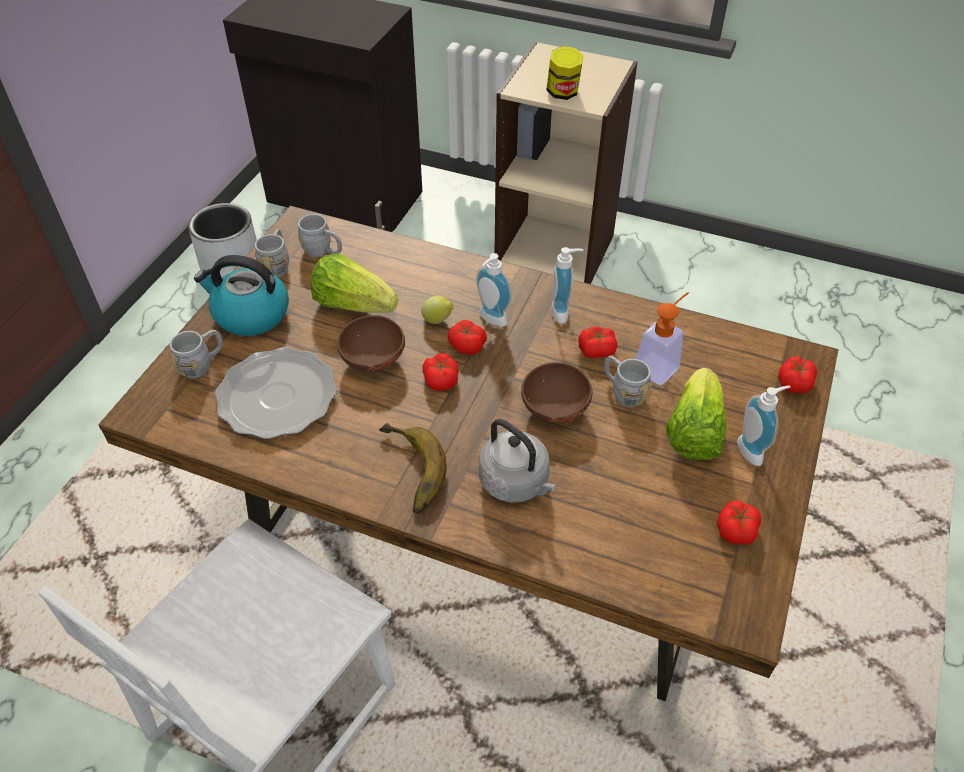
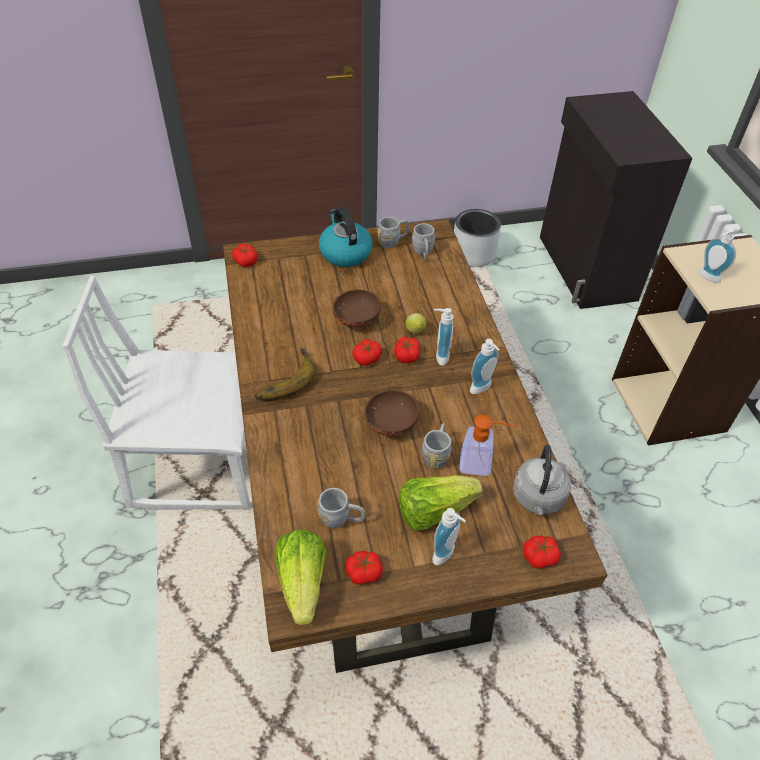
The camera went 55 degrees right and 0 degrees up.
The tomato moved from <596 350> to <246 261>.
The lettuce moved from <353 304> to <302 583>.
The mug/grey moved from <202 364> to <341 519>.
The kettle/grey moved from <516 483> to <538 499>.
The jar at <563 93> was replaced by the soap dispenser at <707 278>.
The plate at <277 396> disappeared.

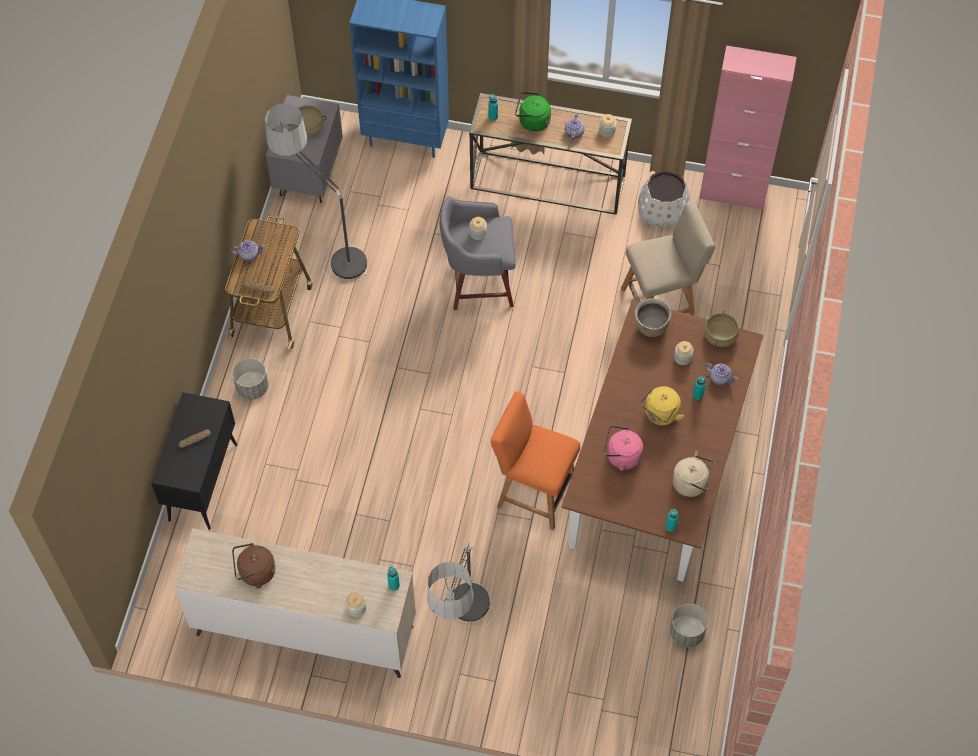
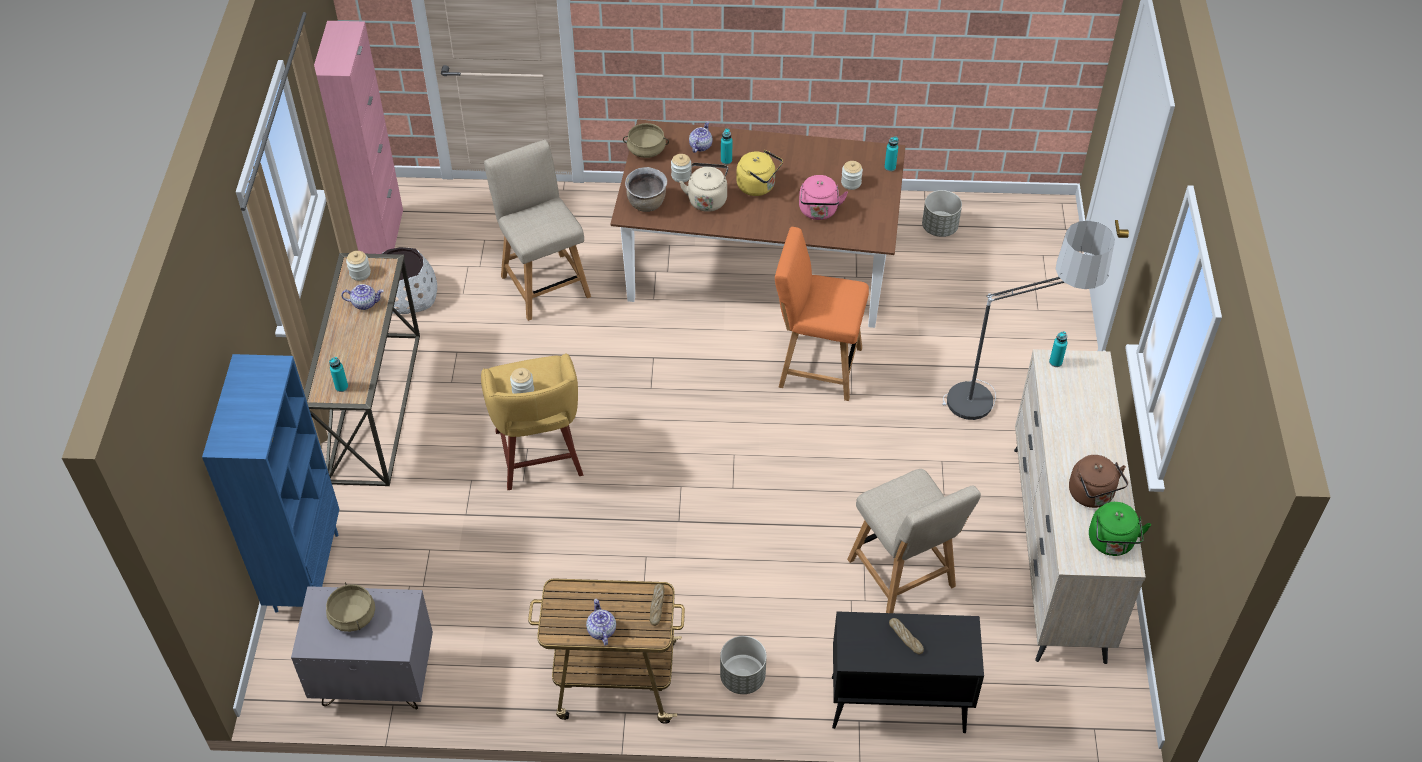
The camera went 100 degrees left and 10 degrees down.
The stool/grey at <478 283> became the stool/yellow at <539 456>.
The kettle/beige moved from <692 483> to <707 199>.
The chair/orange at <533 491> turned 90 degrees clockwise.
The jar moved from <356 608> to <851 183>.
The chair/beige at <904 577> appeared.
The kettle/green moved from <532 122> to <1111 543>.
The floor lamp at <325 250> disappeared.

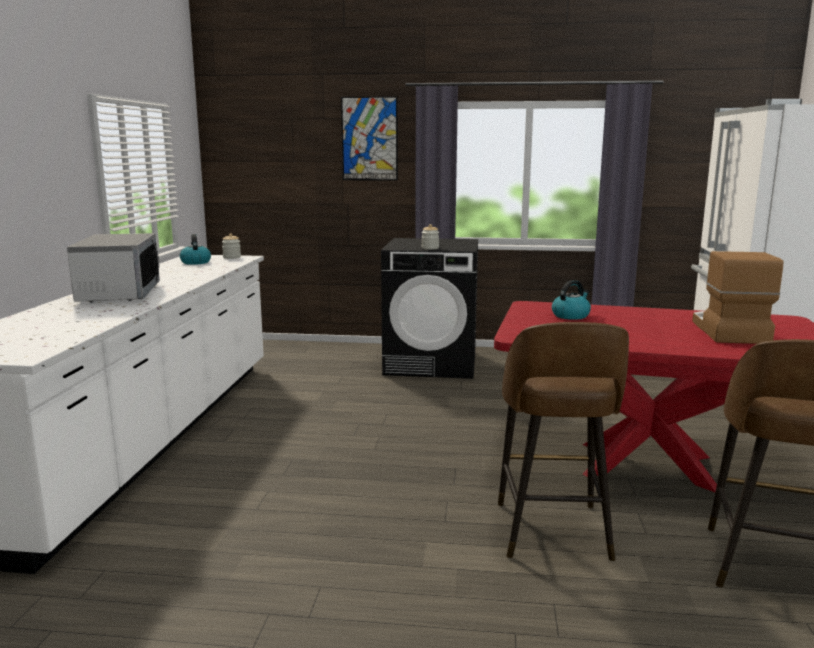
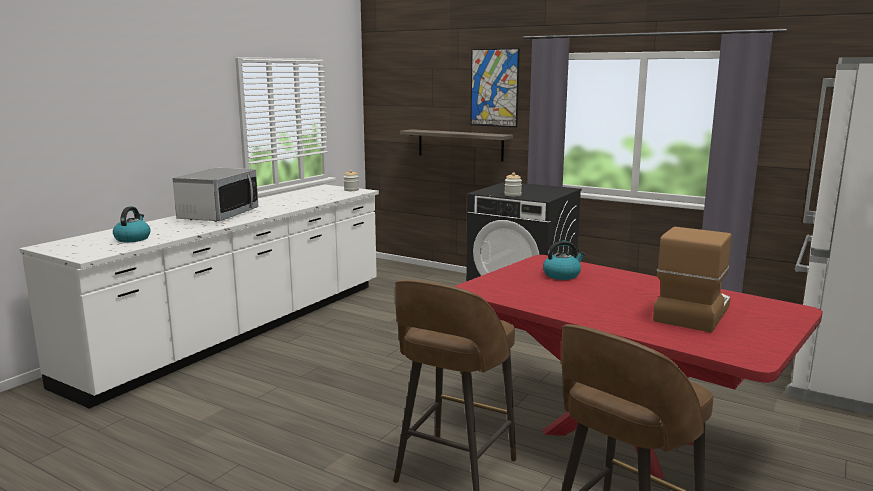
The camera went 25 degrees right and 0 degrees up.
The kettle moved from <195 262> to <133 239>.
The shelf at <460 145> appeared.

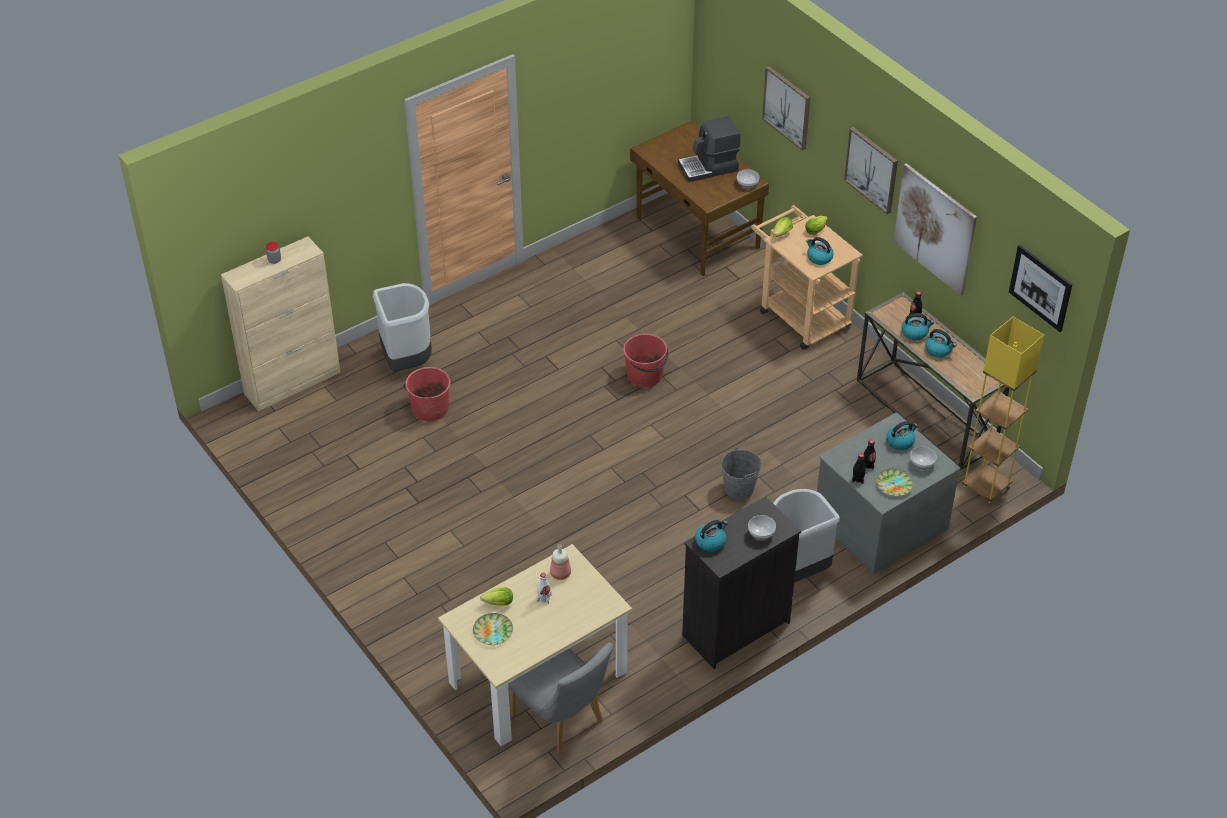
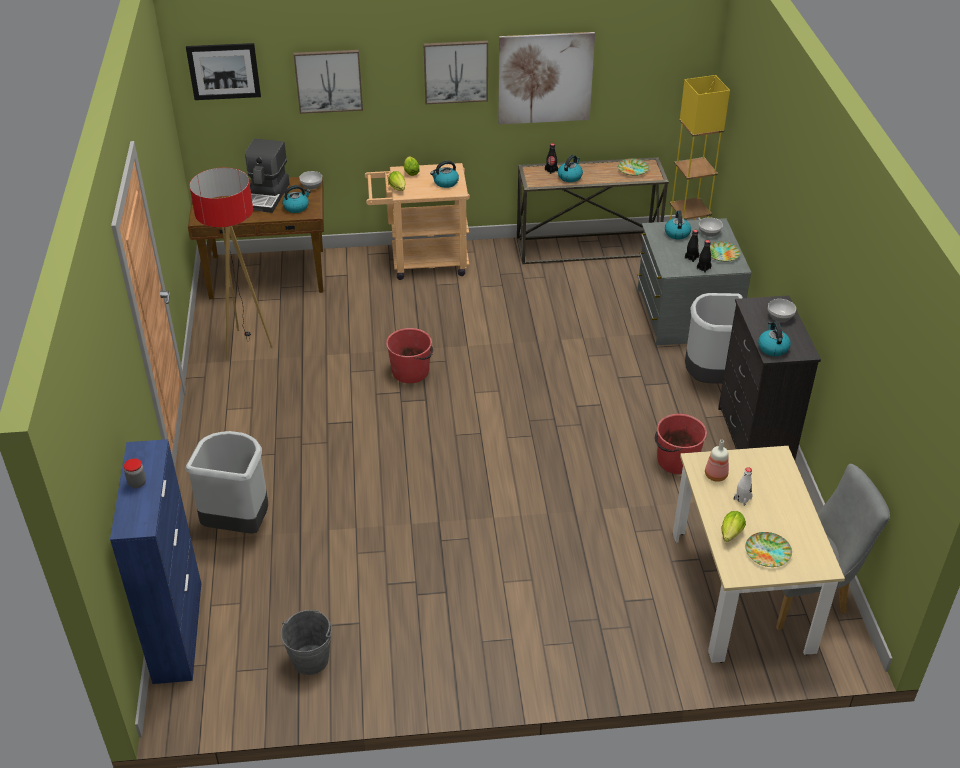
The camera went 60 degrees left and 5 degrees down.
The cabinet/beige at <293 383> became the cabinet/blue at <178 631>.
The picture moved from <1040 287> to <224 71>.
The floor lamp at <245 345> appeared.
The bucket/grey moved from <739 489> to <310 659>.
The kettle moved from <938 350> to <296 207>.
The plate at <633 169> appeared.
The bucket/red moved from <430 408> to <676 460>.

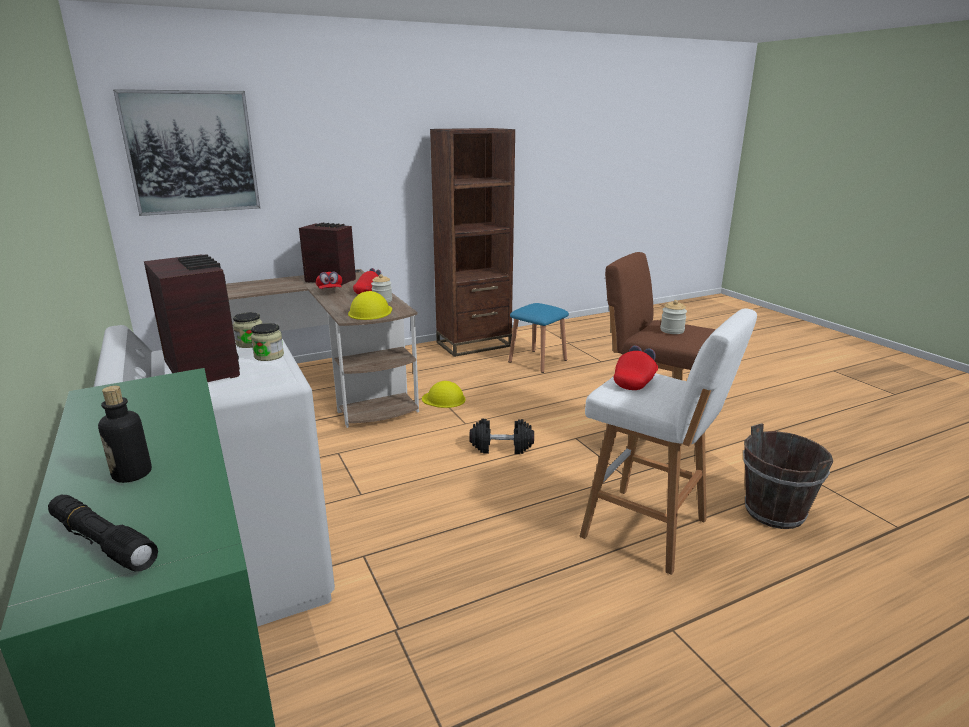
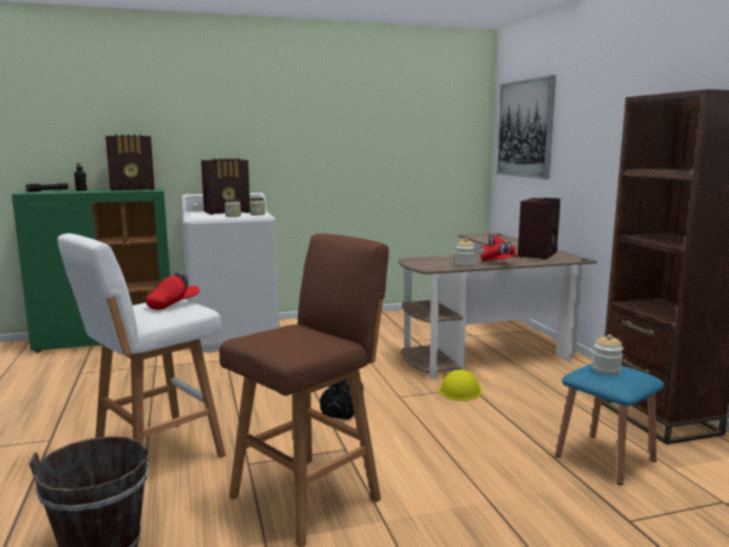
The camera went 100 degrees right and 10 degrees down.
The radio at <134 189> appeared.
The cap/red at <635 381> turned 90 degrees counterclockwise.
The jar moved from <672 330> to <606 370>.
The hard hat/yellow at <370 312> disappeared.

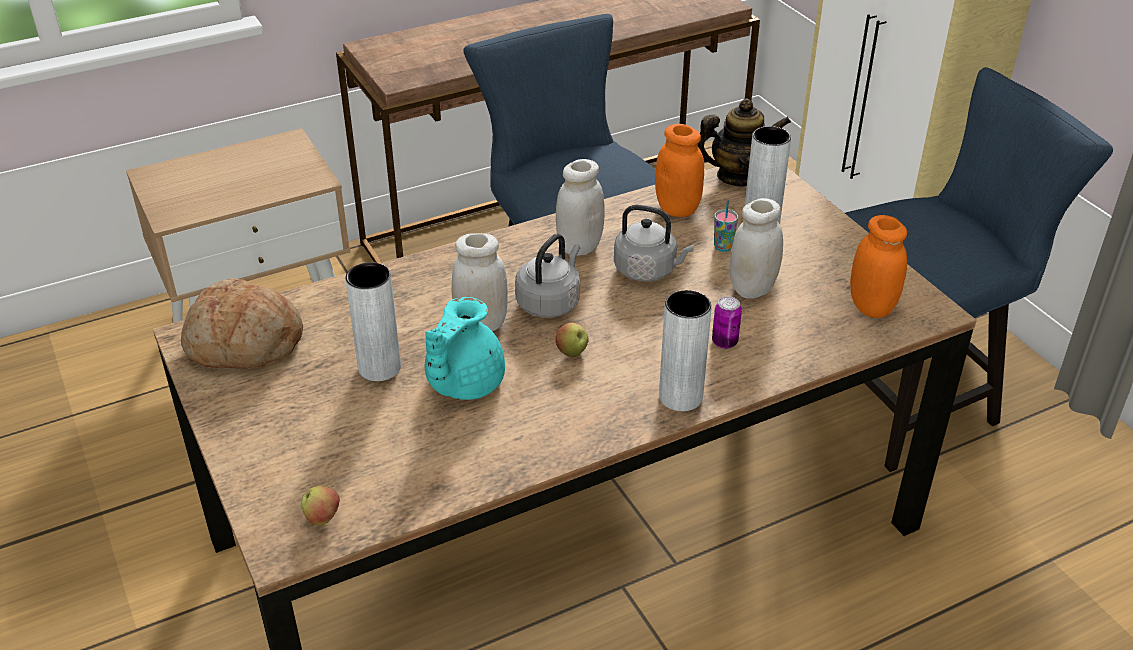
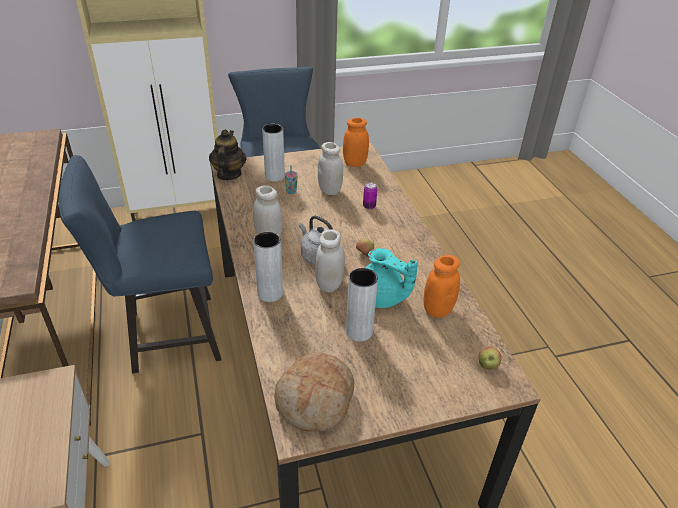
The camera went 80 degrees left and 0 degrees up.
The vase/grey moved from <680 397> to <270 293>.
The jar/orange moved from <677 209> to <437 310>.
The kettle/grey at <648 270> disappeared.

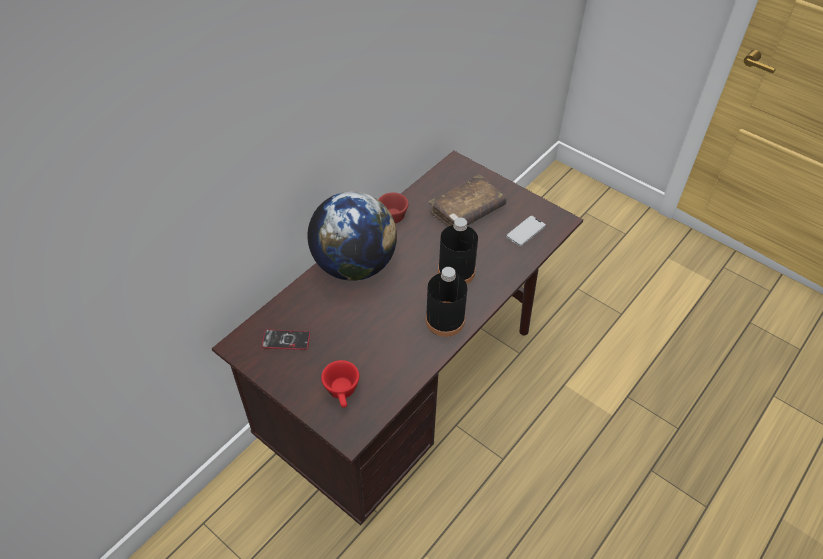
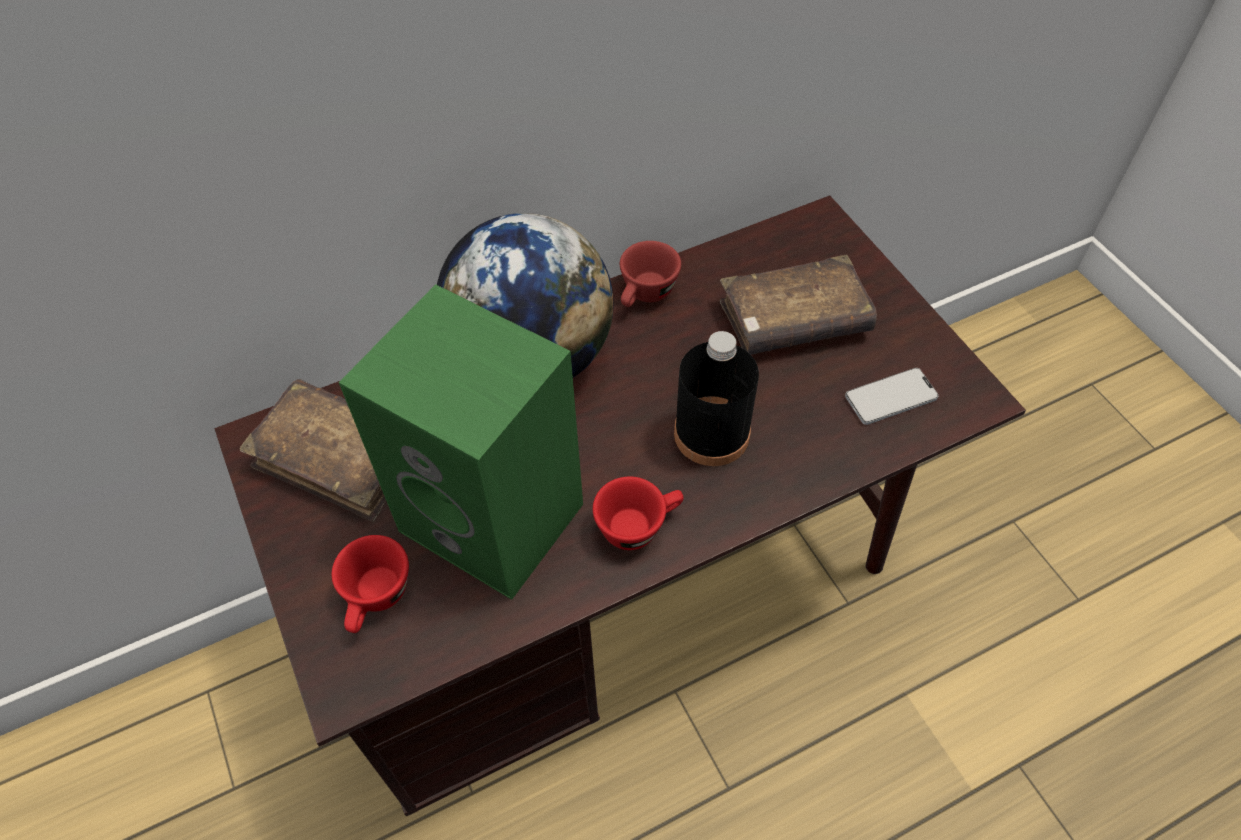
The camera went 25 degrees right and 5 degrees up.
The phone at <286 340> was replaced by the book/brown at <339 459>.
The speaker/green at <497 517> appeared.
The bottle/black at <445 320> was replaced by the cup/red at <639 525>.

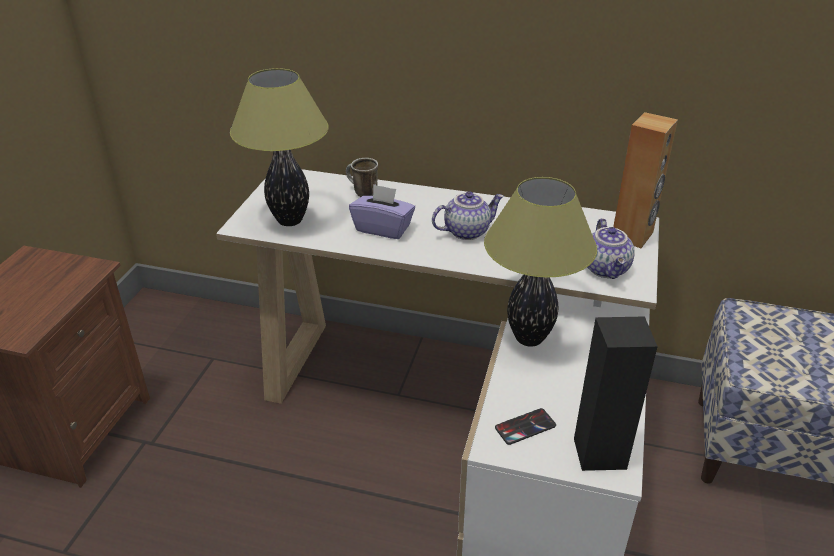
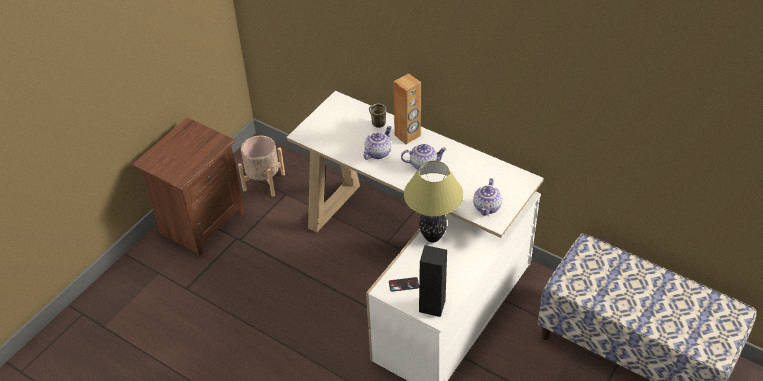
The camera went 20 degrees right and 10 degrees up.
The planter/beige at <264 182> appeared.
The tissue box/purple at <383 228> was replaced by the teapot at <377 152>.
The speaker/brown moved from <632 236> to <407 135>.
The table lamp at <290 220> disappeared.

